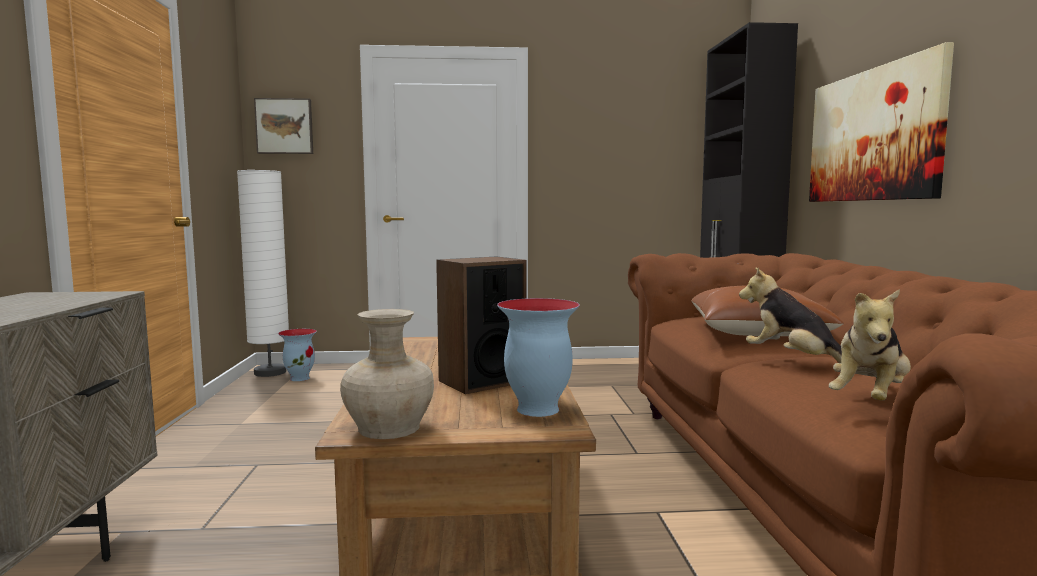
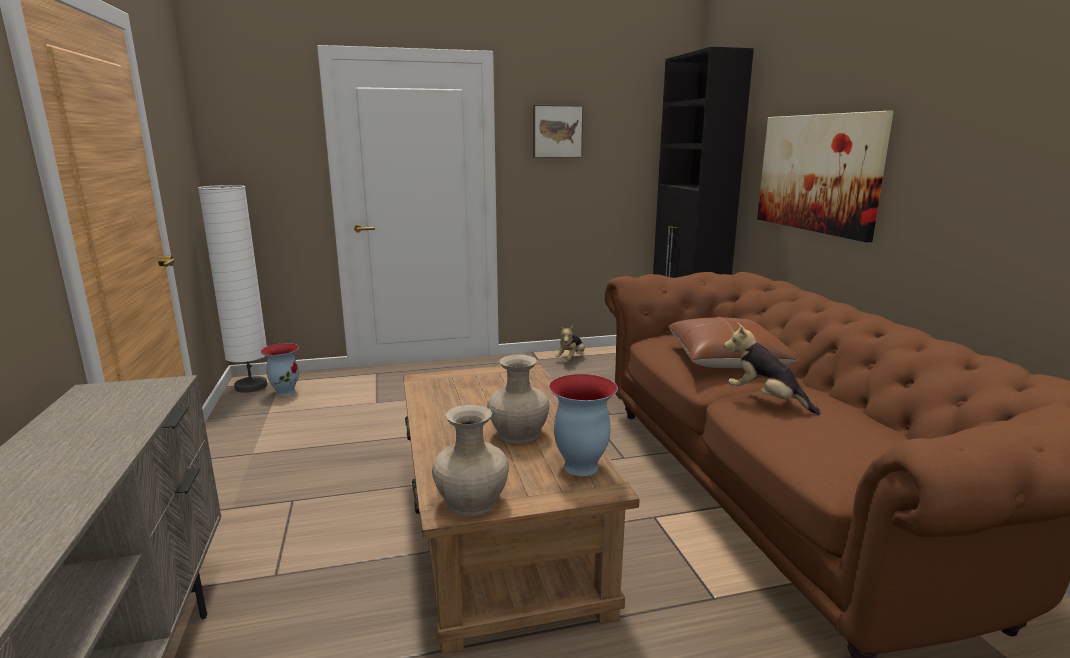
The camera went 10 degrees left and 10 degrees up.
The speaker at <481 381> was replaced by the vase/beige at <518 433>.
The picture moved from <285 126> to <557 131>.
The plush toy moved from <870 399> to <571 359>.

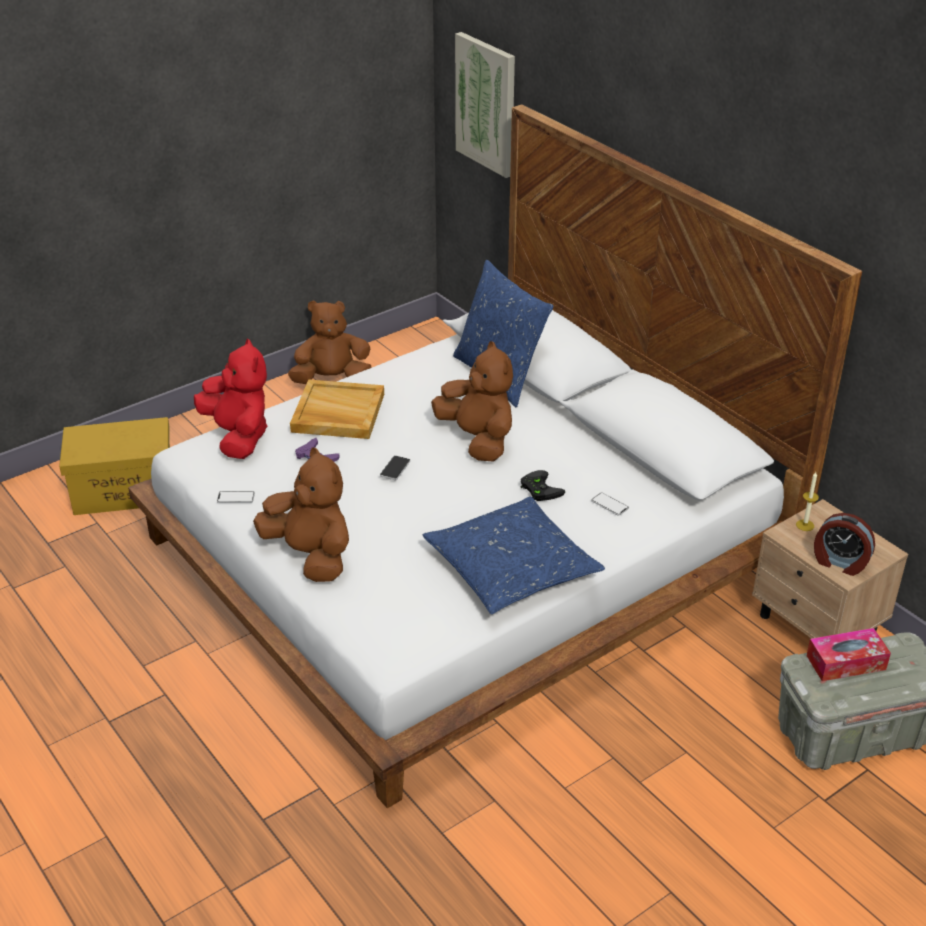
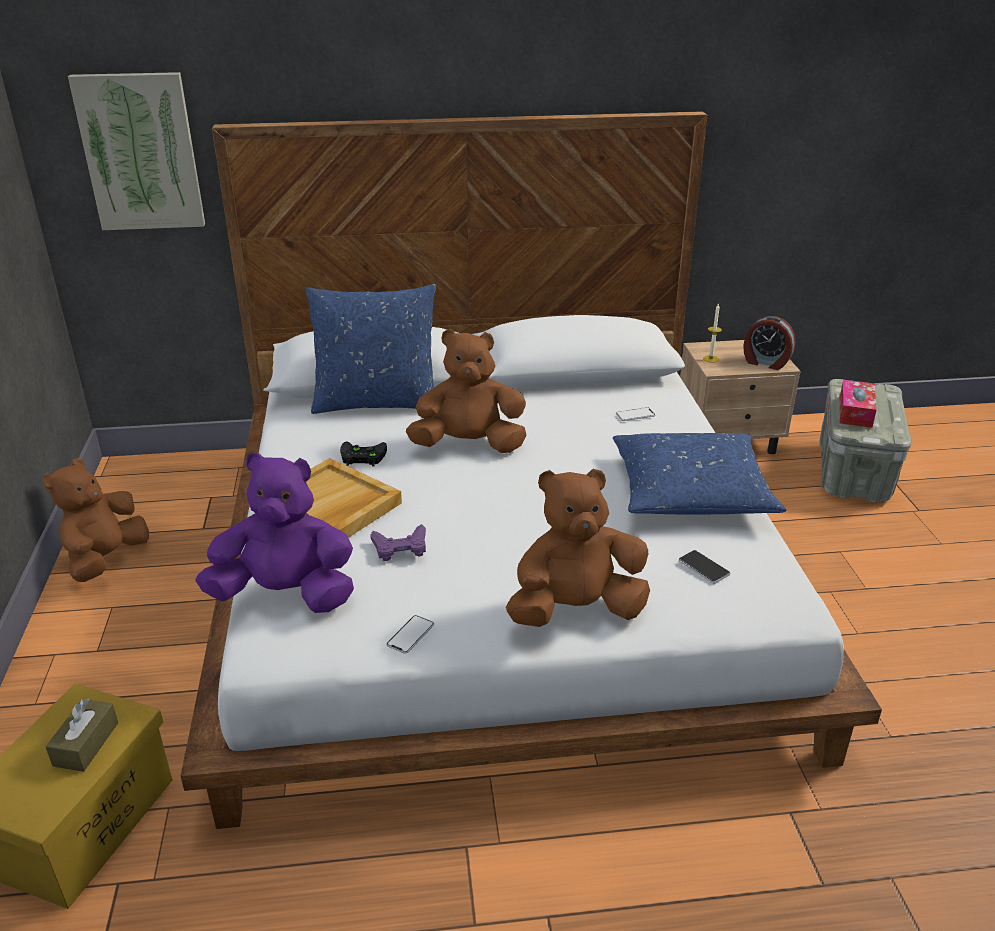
The camera went 60 degrees left and 5 degrees down.
The tissue box/brown at <86 744> appeared.
The plush toy/red at <238 436> became the plush toy/purple at <286 595>.
The game controller/black moved from <539 488> to <361 456>.
The phone moved from <395 469> to <703 568>.
The alarm clock at <839 563> turned 60 degrees clockwise.

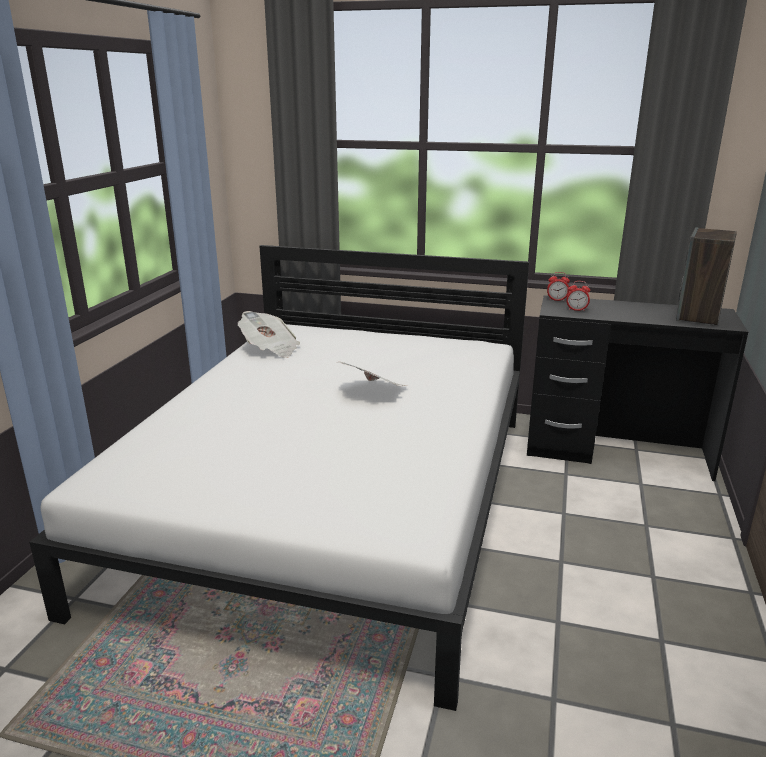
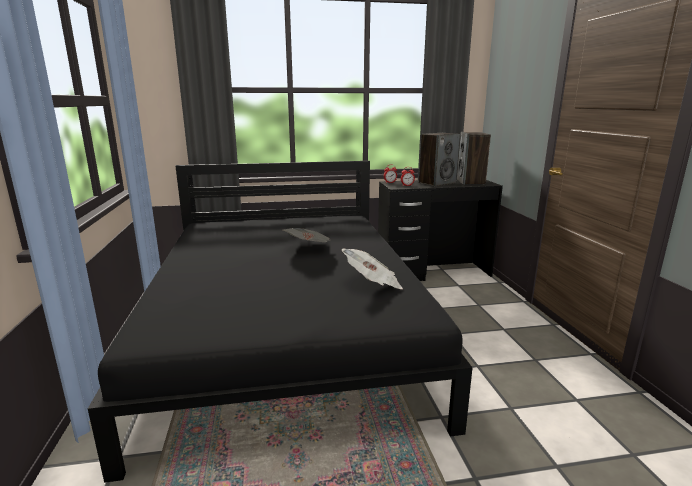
The camera went 25 degrees left and 5 degrees down.
The bed/white at <335 501> became the bed/black at <287 334>.
The newspaper moved from <270 349> to <372 283>.
The speaker at <437 183> appeared.

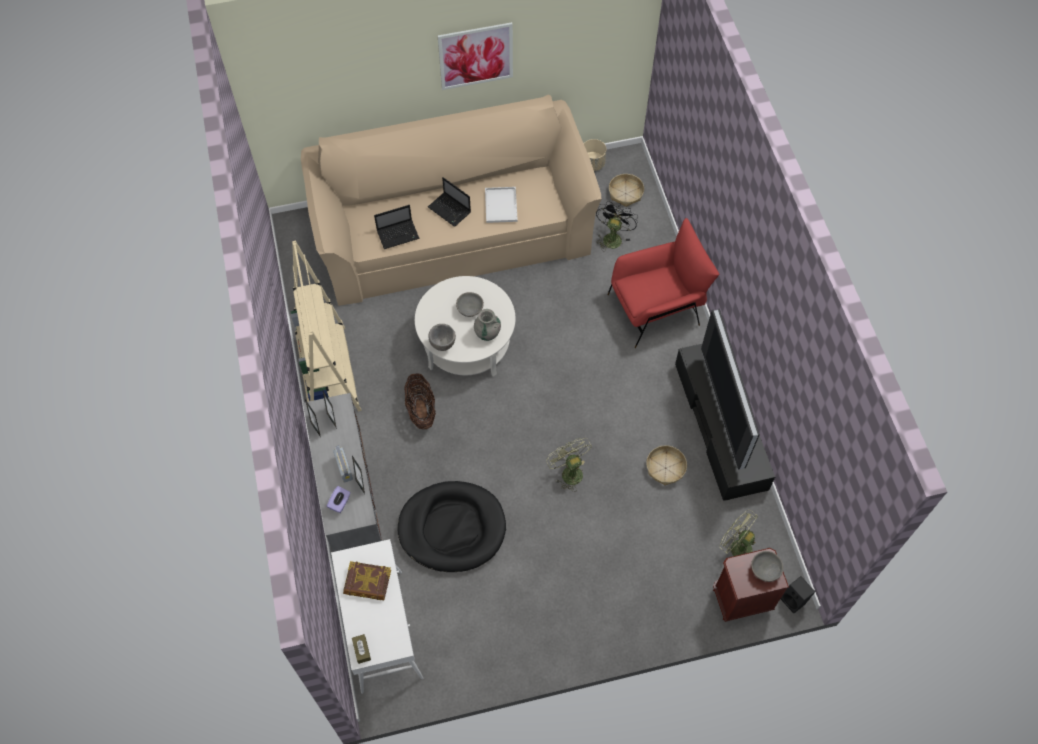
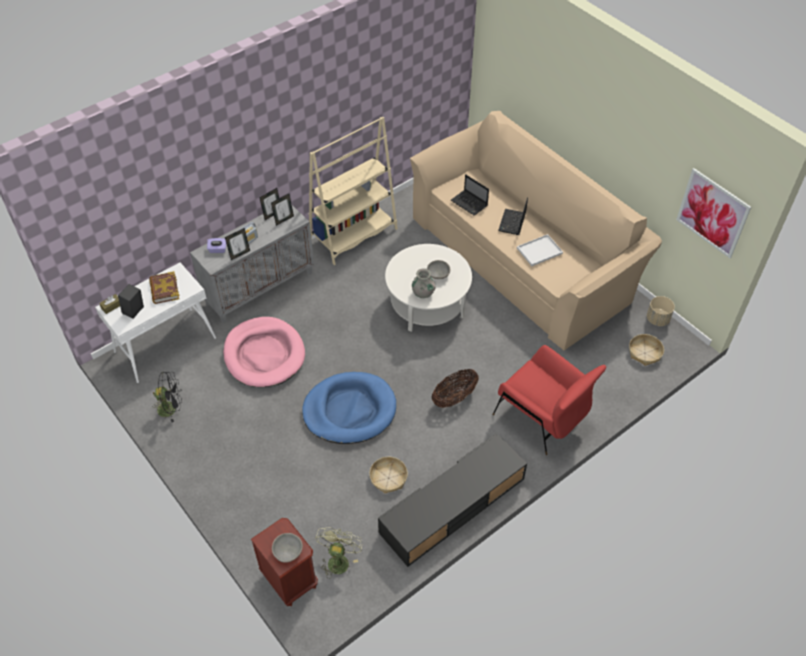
The camera went 65 degrees right and 10 degrees down.
The speaker/black moved from <794 600> to <134 311>.
The fan/black moved from <612 237> to <171 408>.
The dog bed/black at <452 528> became the dog bed/pink at <264 354>.
The fan/green at <568 471> was replaced by the dog bed/blue at <349 410>.
The basket moved from <421 410> to <454 398>.
The picture moved from <476 56> to <712 213>.
The bowl/grey at <443 345> disappeared.
The television at <728 413> disappeared.

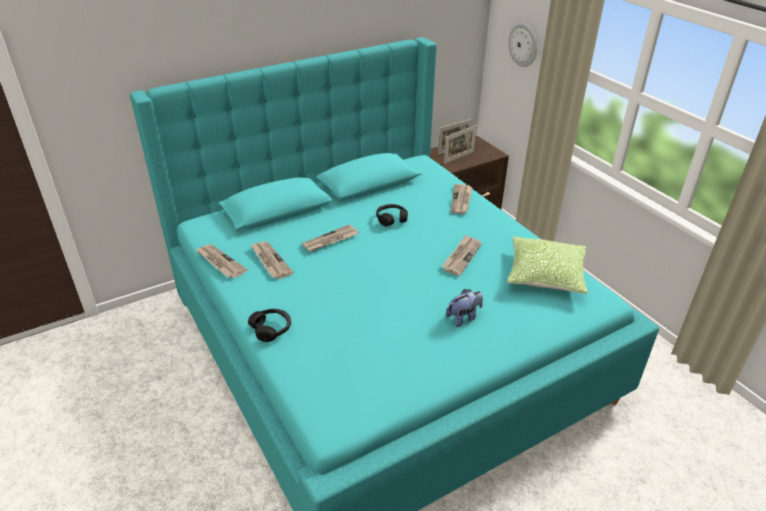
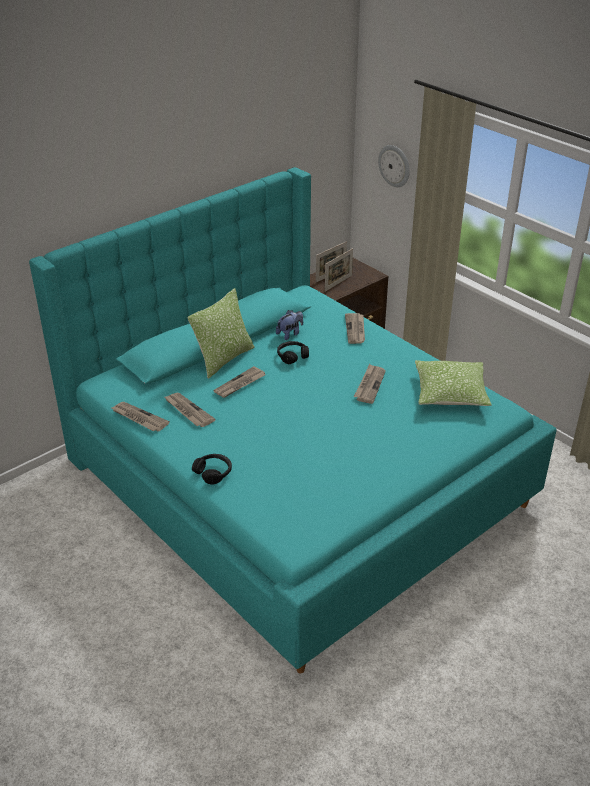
The camera went 10 degrees left and 0 degrees up.
The pillow at <224 359> appeared.
The plush toy moved from <464 317> to <290 334>.

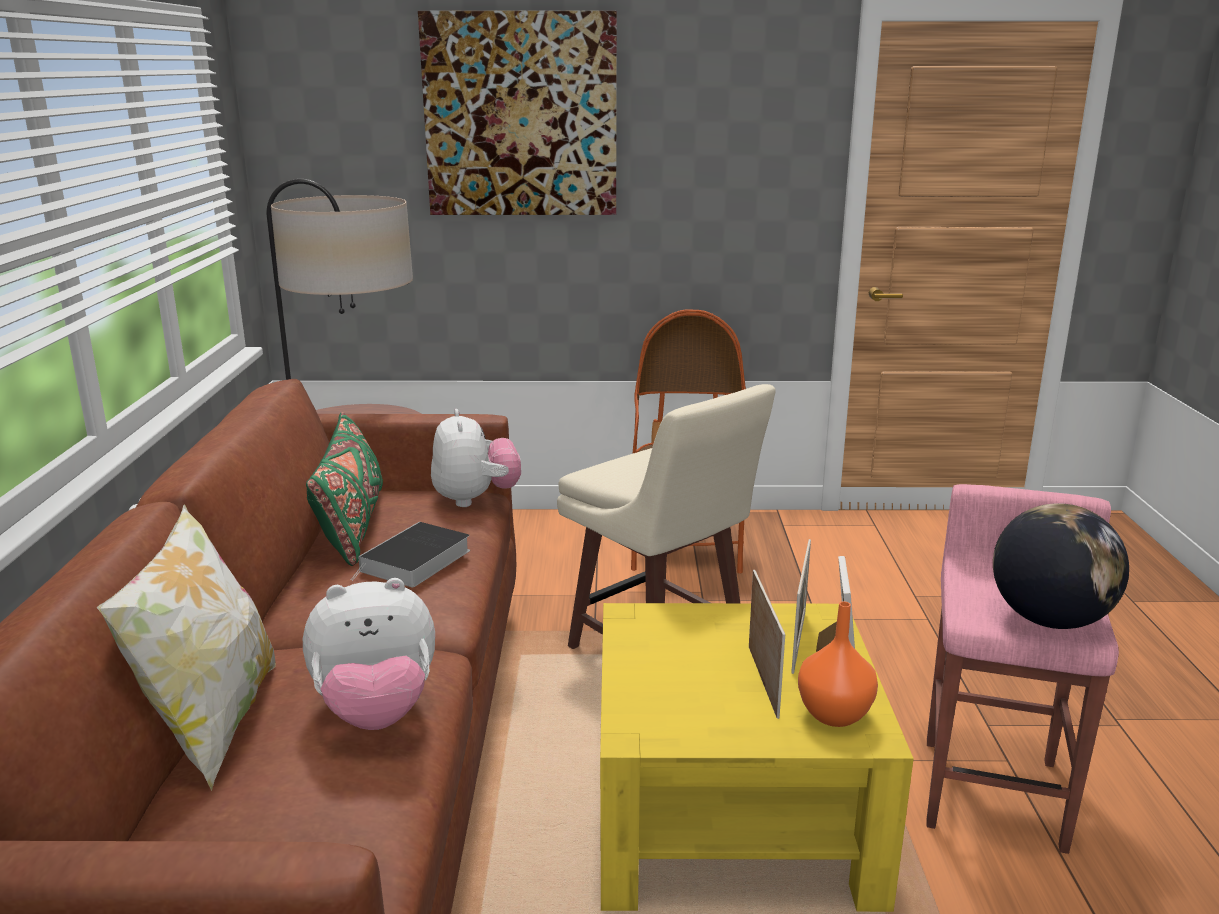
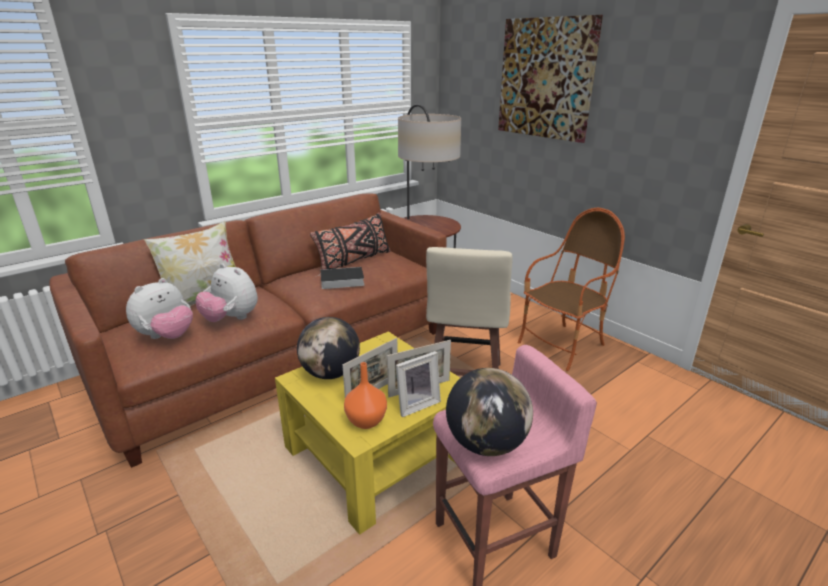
The camera went 50 degrees right and 5 degrees up.
The plush toy moved from <475 499> to <167 336>.
The globe at <330 373> appeared.
The pillow/green at <352 526> became the pillow/black at <353 261>.

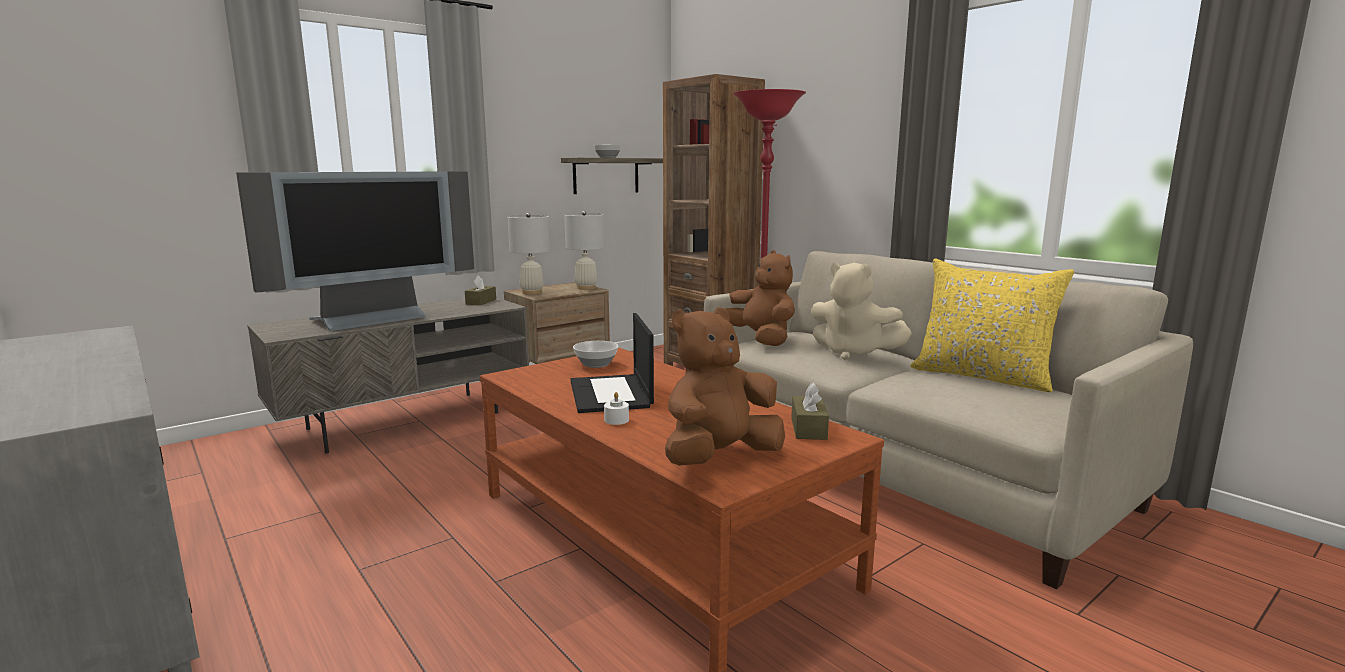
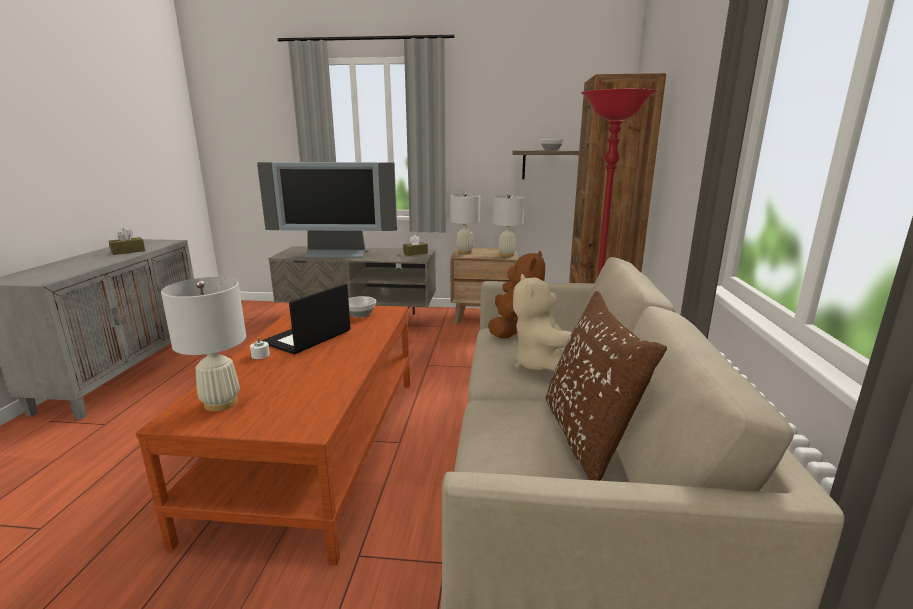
The camera went 45 degrees right and 5 degrees up.
The tissue box/brown moved from <808 428> to <128 251>.
The plush toy/brown at <719 457> was replaced by the table lamp/white at <221 403>.
The pillow/yellow at <982 376> became the pillow/brown at <588 436>.

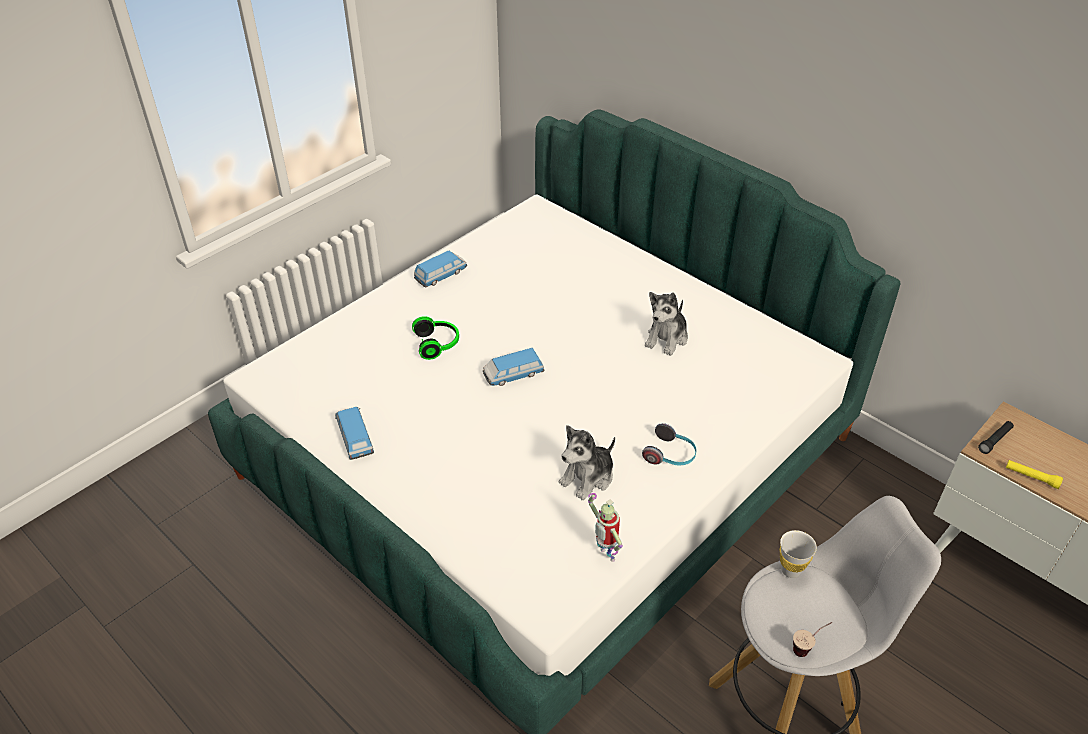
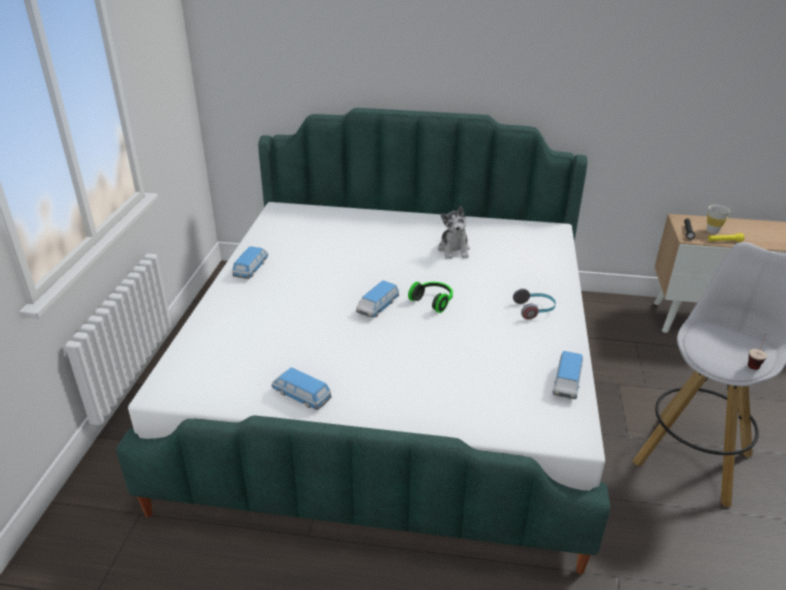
The camera went 35 degrees left and 10 degrees down.
The headphones moved from <438 344> to <433 301>.
The toy robot at <605 556> was replaced by the toy car at <566 383>.
The cup/white moved from <790 570> to <712 231>.
The plush toy at <588 477> disappeared.

